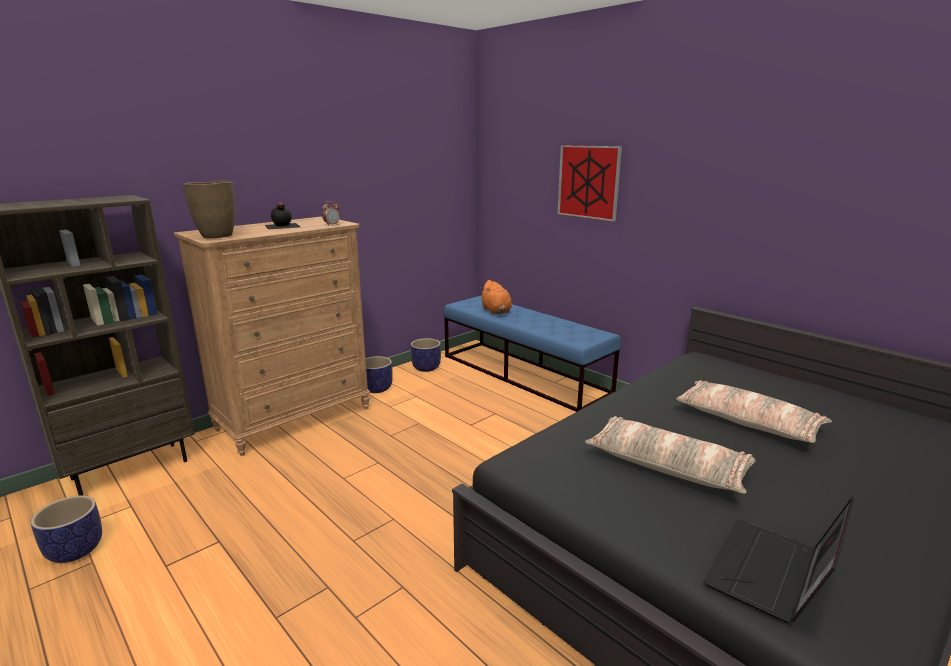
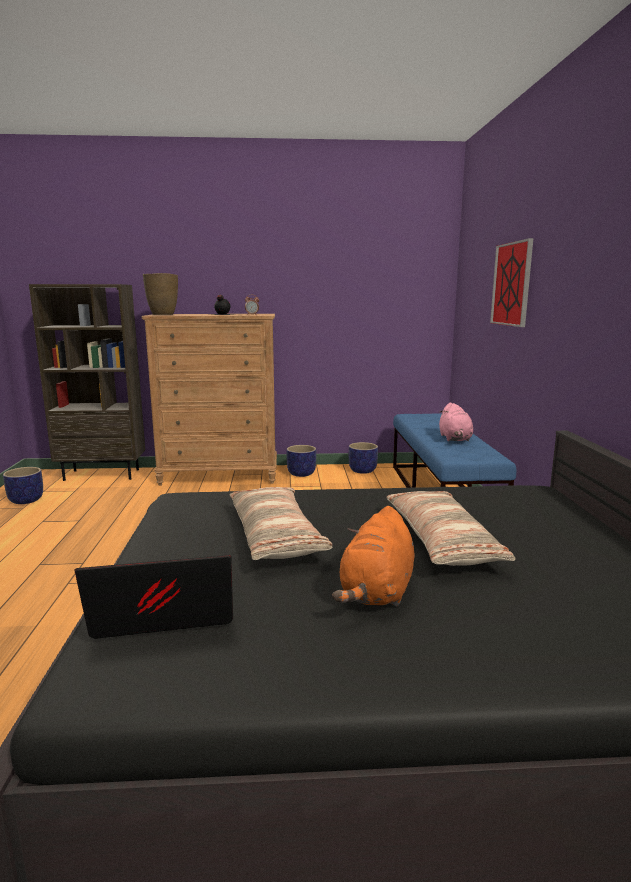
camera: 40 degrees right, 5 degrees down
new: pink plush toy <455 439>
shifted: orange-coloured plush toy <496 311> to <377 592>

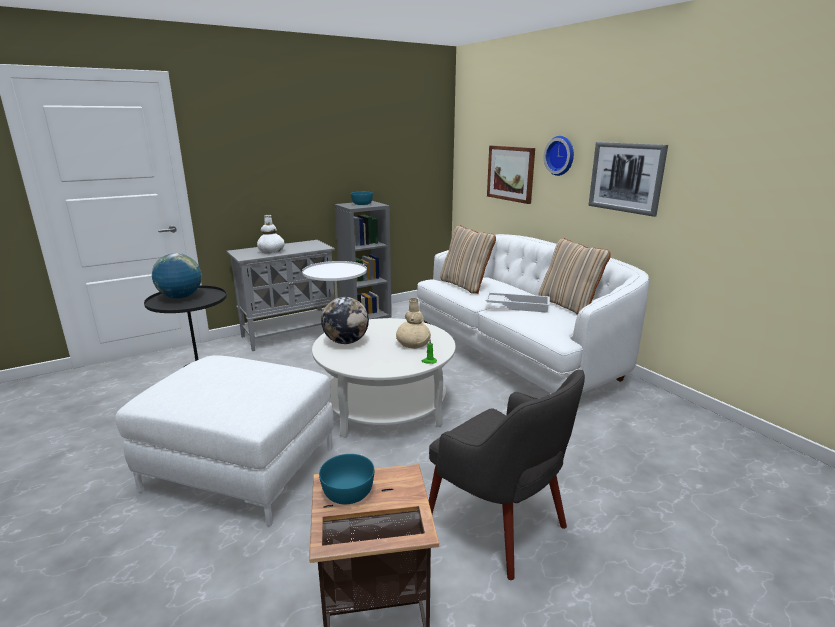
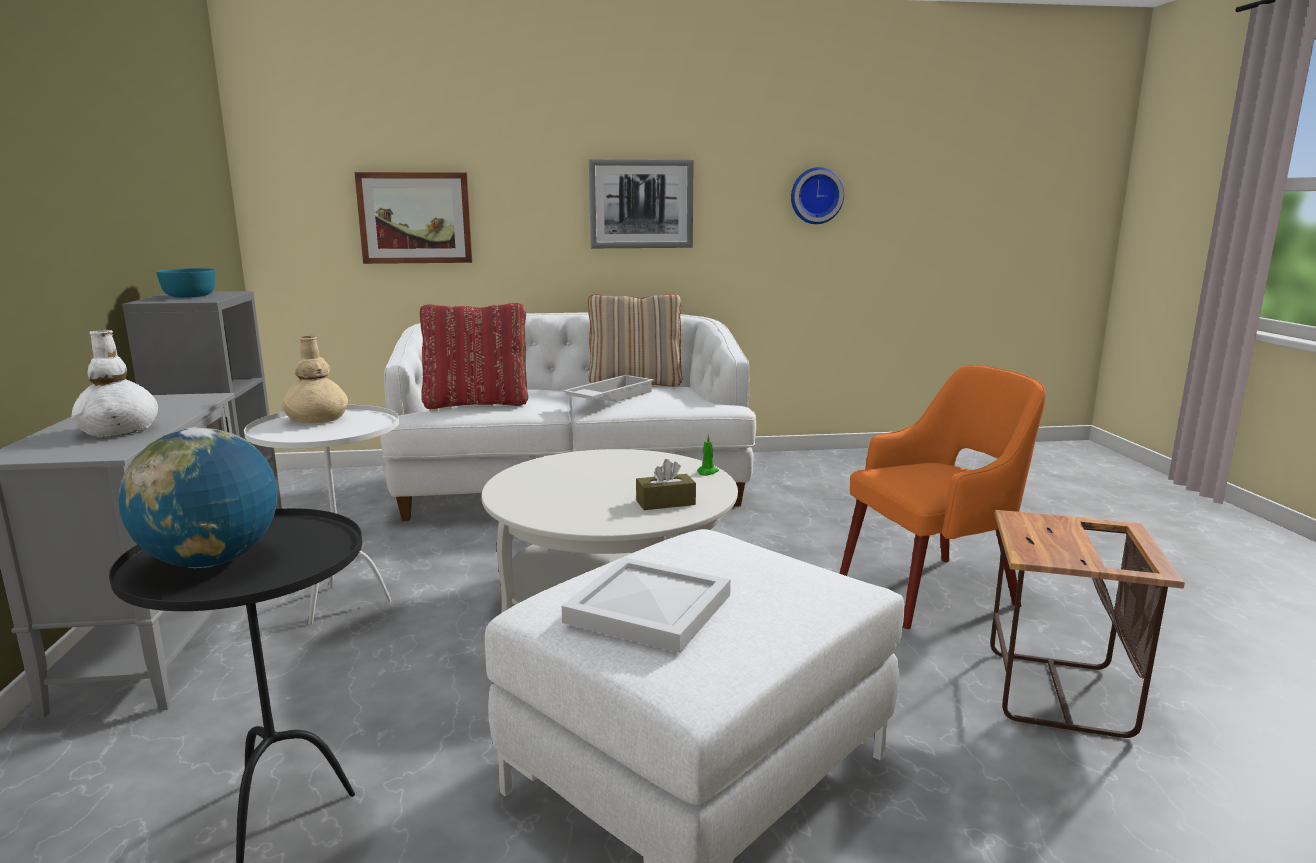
camera: 65 degrees left, 5 degrees down
gone: desk globe <346 342>; turquoise-coloured deep dish <348 493>
new: brownish box of tissues <665 502>; whitish serving tray <648 607>
shifted: wall clock <561 155> to <816 196>; beige-coloured flower vase <413 343> to <317 419>
repainted: beige-coloured throw pillow <465 285> to red-coloured throw pillow <477 403>; gray armchair <498 523> to orange-coloured armchair <930 590>

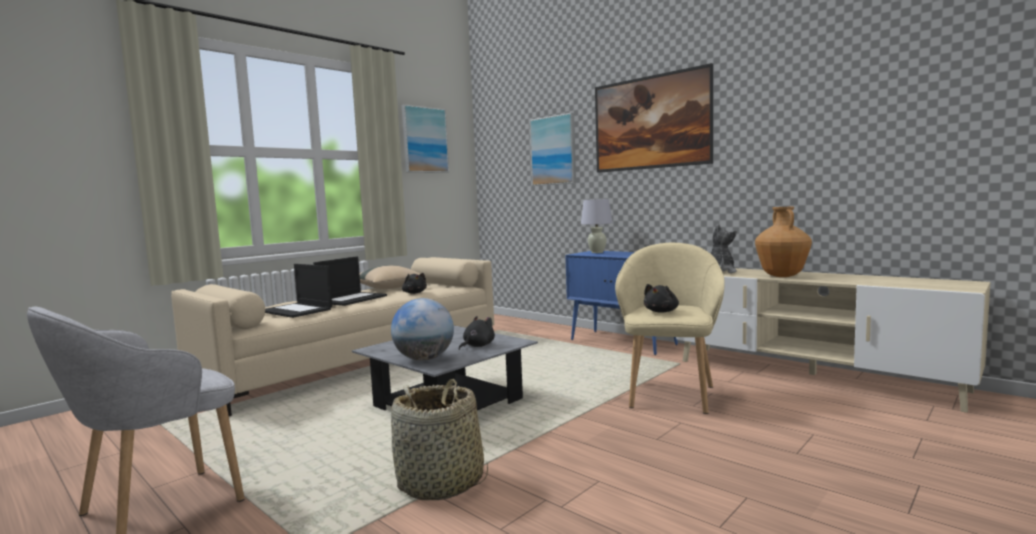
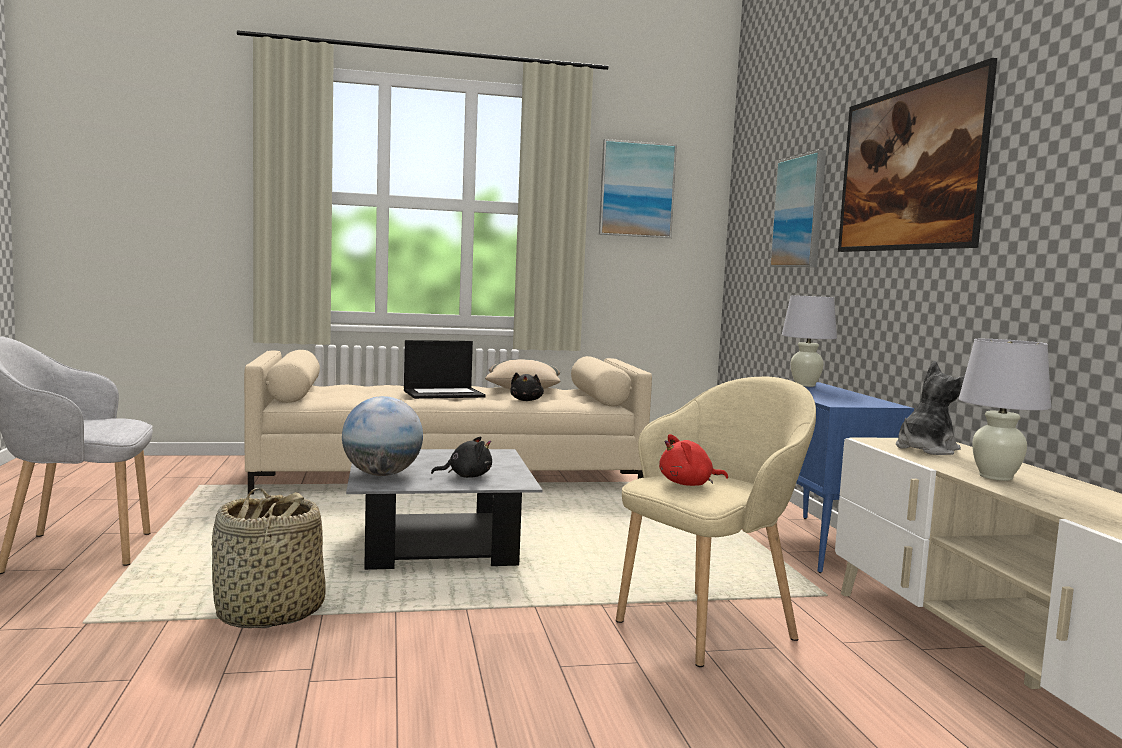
camera: 35 degrees right, 0 degrees up
gone: notebook computer <297 310>
swapped: brownish flower vase <782 276> to whitish table lamp <996 477>
repainted: black-coloured plush toy <662 311> to red-coloured plush toy <689 484>

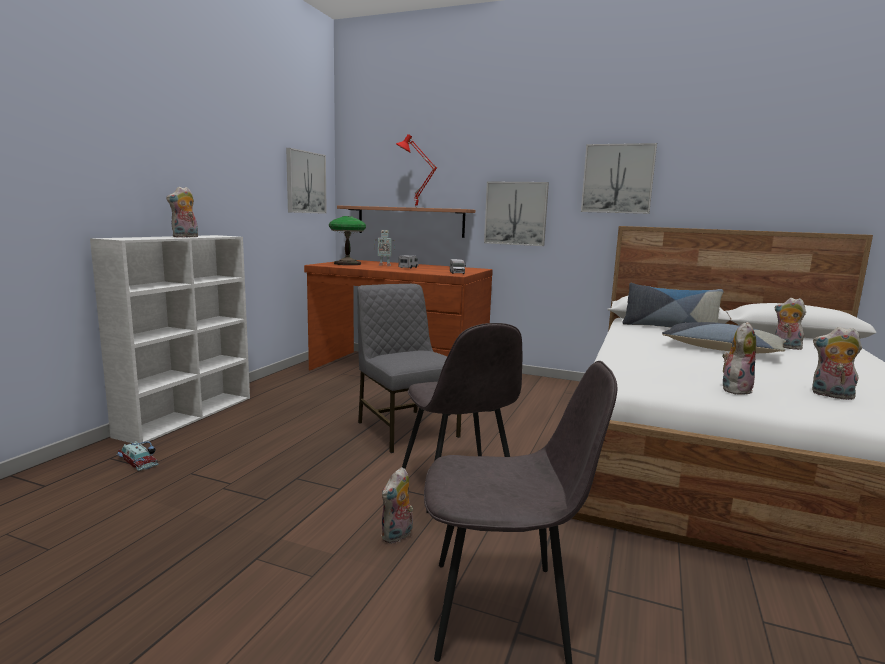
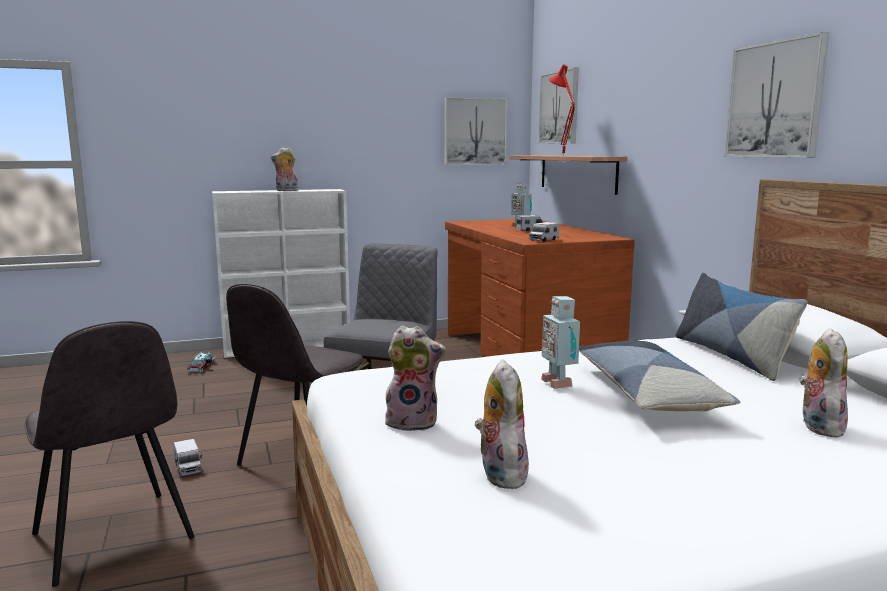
camera: 50 degrees right, 0 degrees up
gone: table lamp <347 264>
new: model robot <558 383>
shifted: wall picture <516 213> to <559 107>
swapped: plush toy <397 536> to toy lorry <188 468>

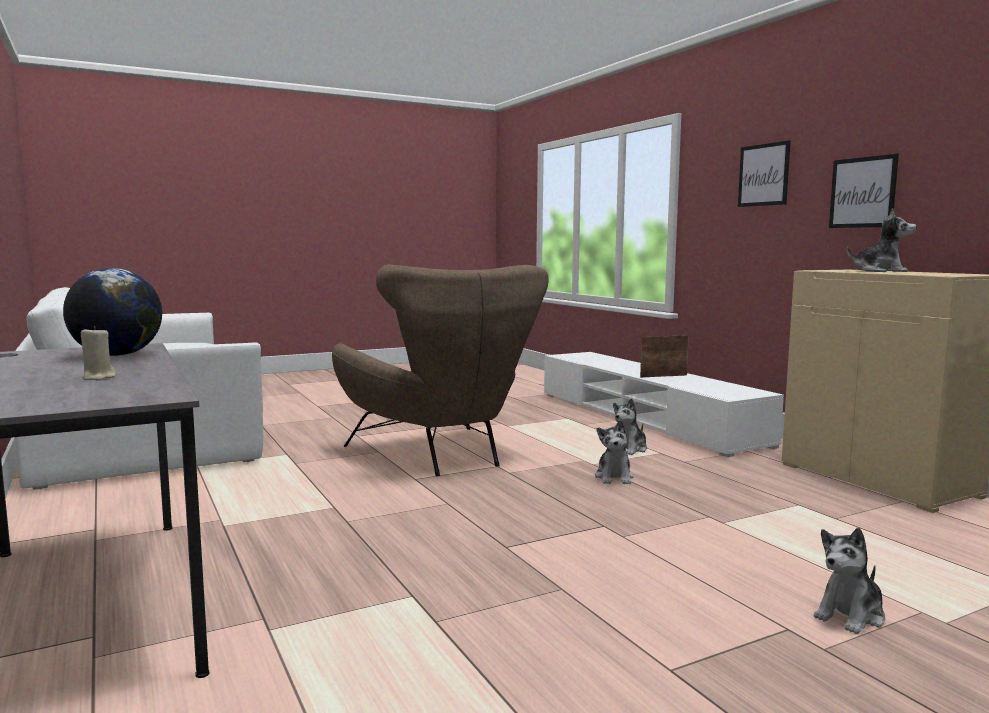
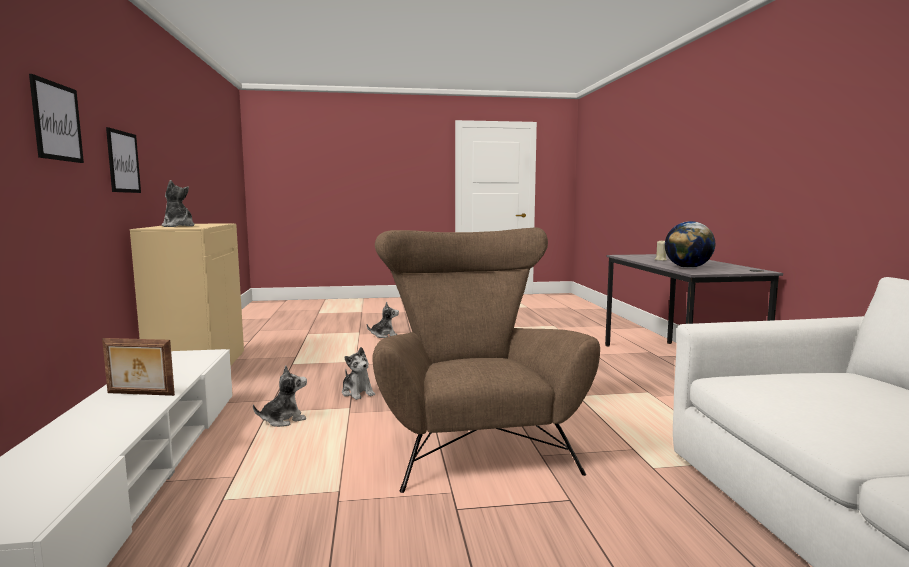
camera: 160 degrees left, 0 degrees up
rotated: plush toy <614 477> = <357 393> 120 degrees clockwise

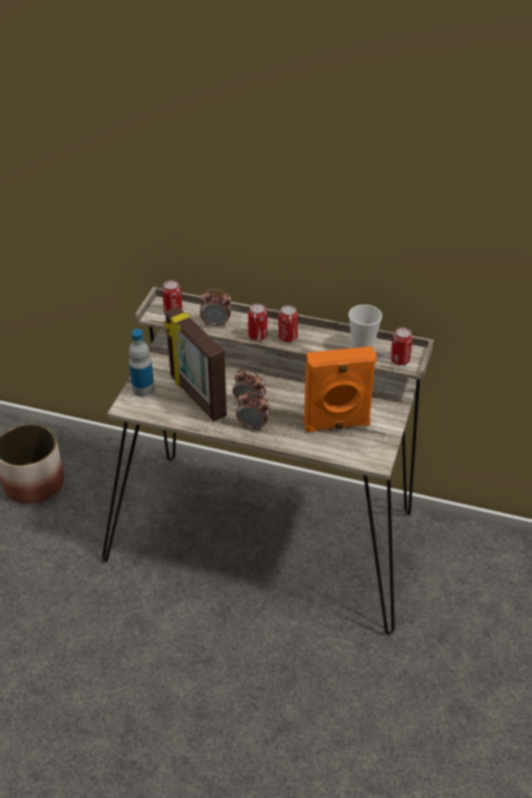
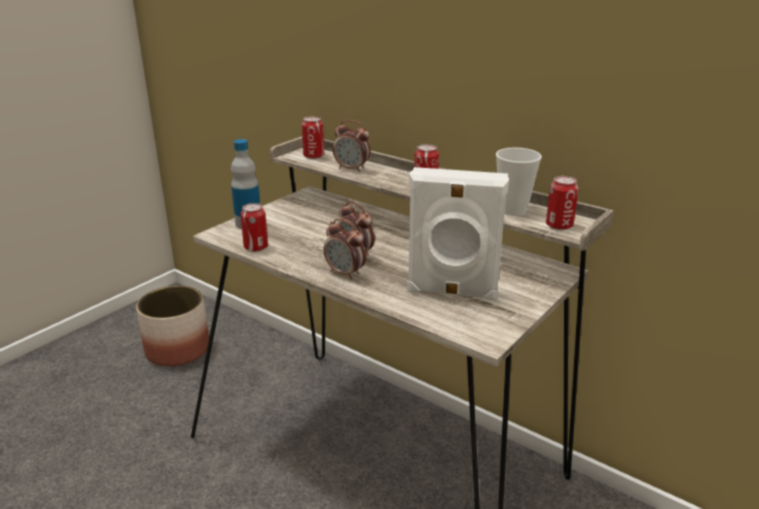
camera: 20 degrees right, 15 degrees down
gone: standing frame <196 397>
shifted: can <257 336> to <256 247>
repainted: orange-coloured speaker <337 425> to whitish speaker <452 292>

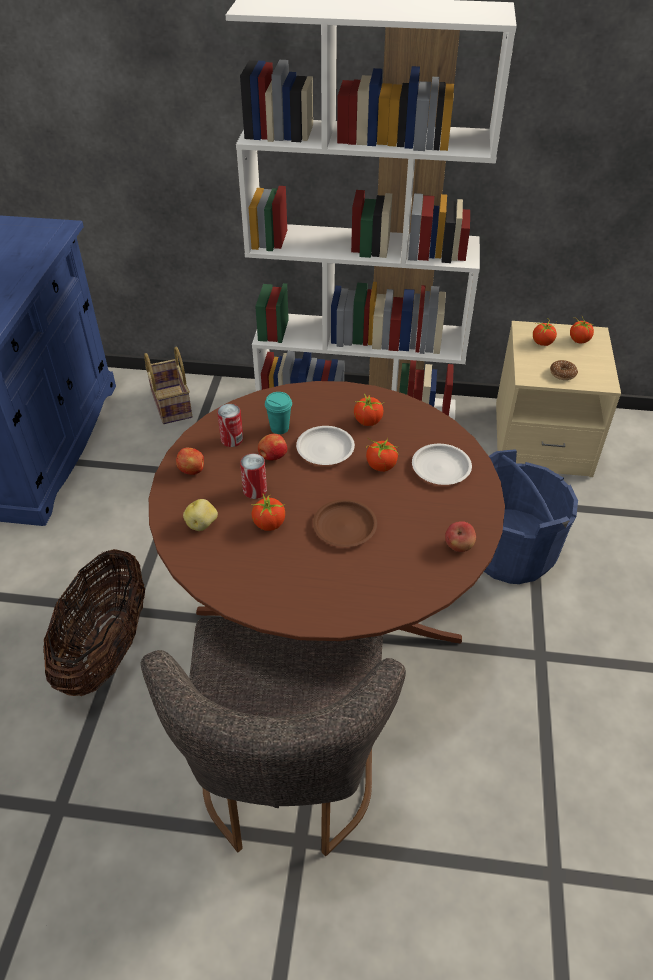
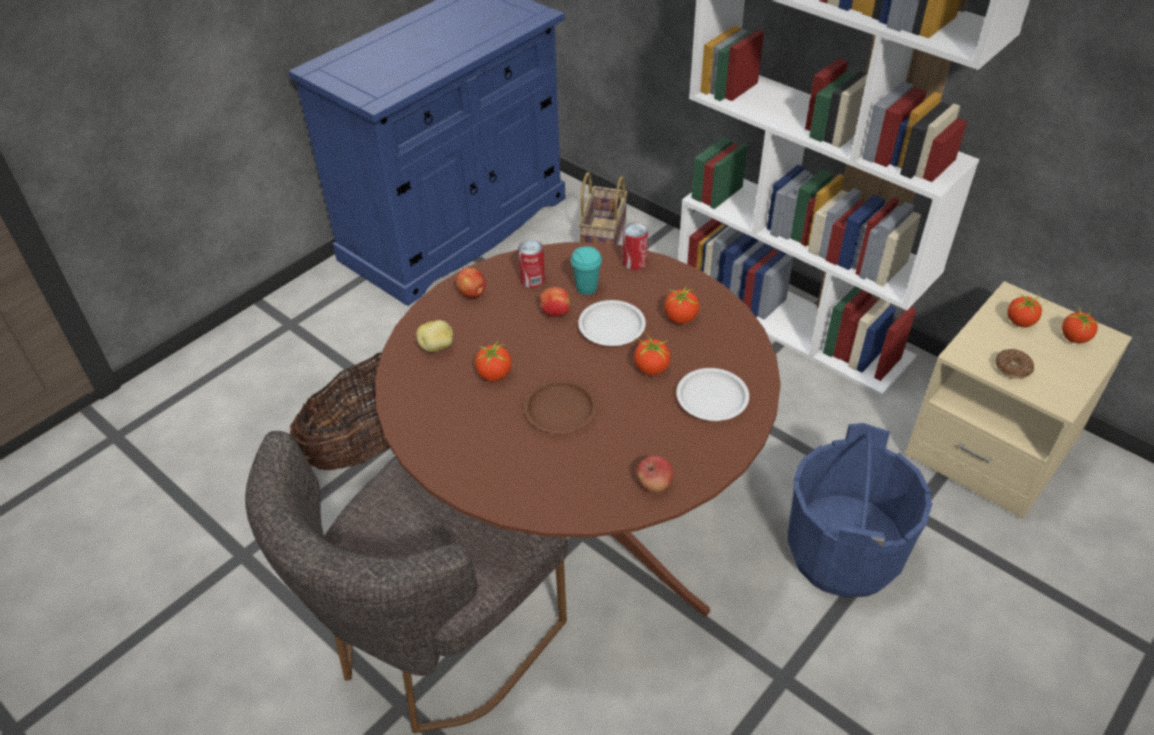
camera: 35 degrees right, 0 degrees up
shifted: can <255 490> to <634 263>

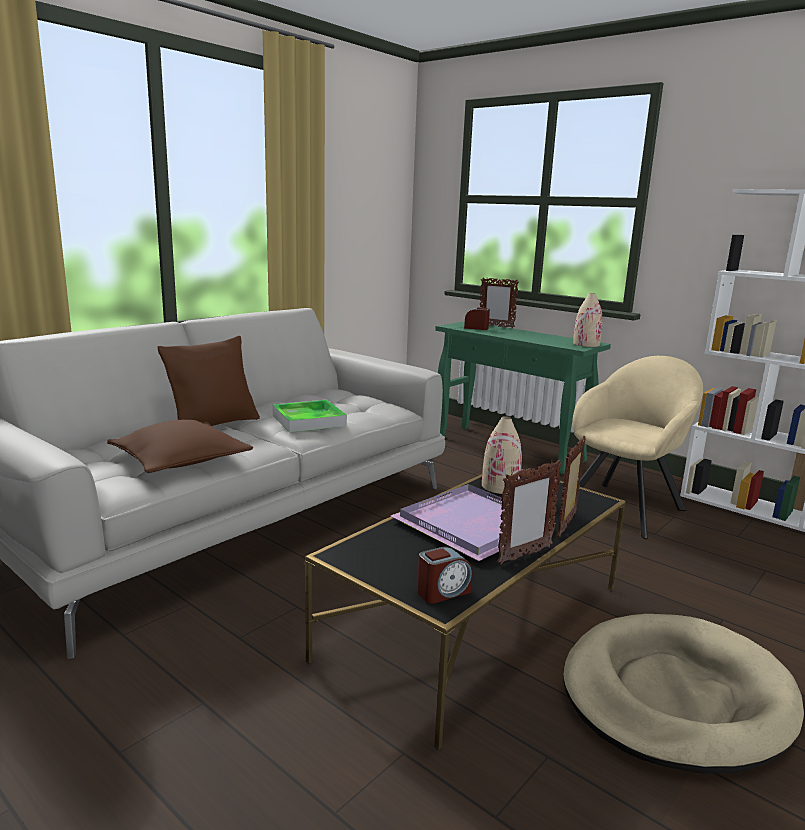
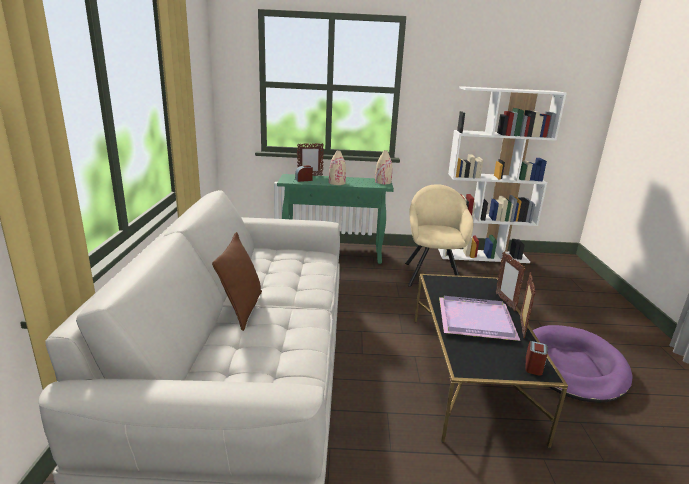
camera: 40 degrees left, 5 degrees up
gone: serving tray <309 420>; brownish throw pillow <181 460>
shifted: beige-coloured flower vase <500 486> to <337 183>
repainted: beige-coloured pet bed <675 696> to purplish pet bed <572 366>

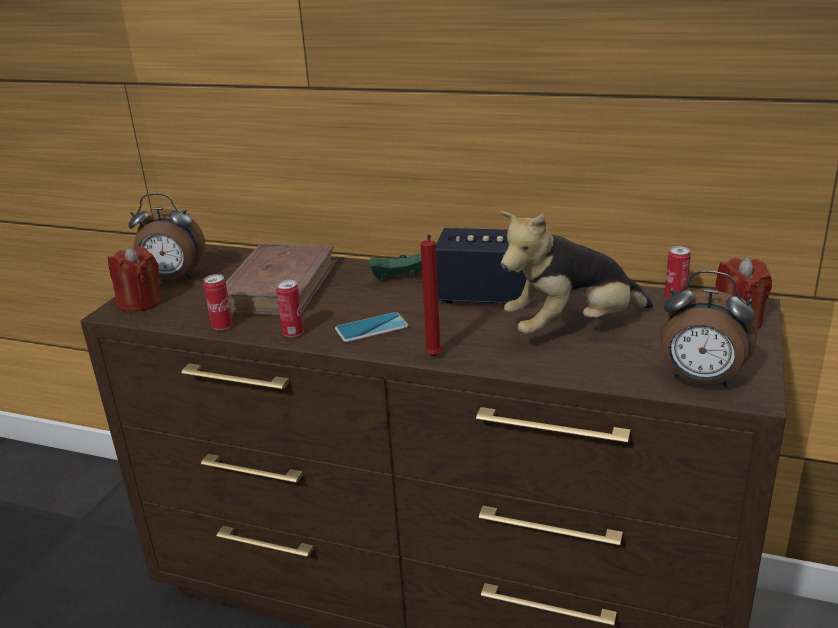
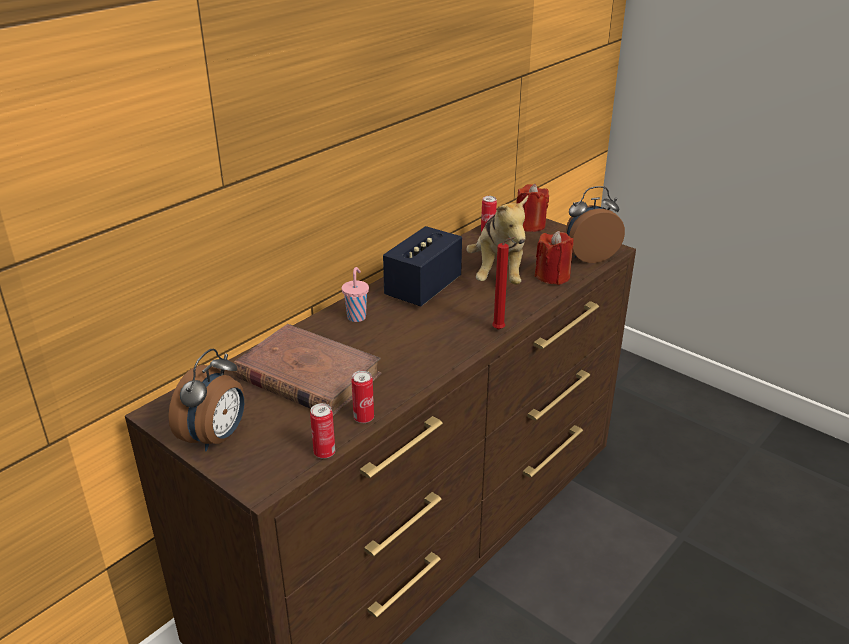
camera: 70 degrees left, 5 degrees up
gone: phone <371 328>
shifted: red-coloured candle <140 303> to <552 276>; can <293 333> to <324 453>
swapped: green-coloured gamepad <398 279> to pink small cup <357 316>
rotated: alarm clock <700 381> = <589 256> 150 degrees counterclockwise

